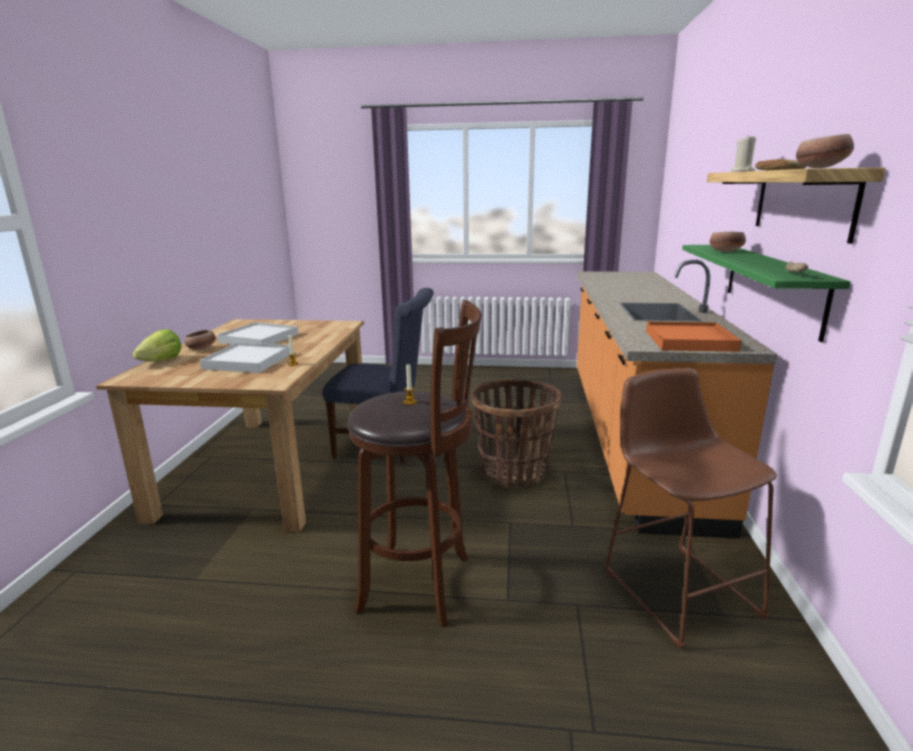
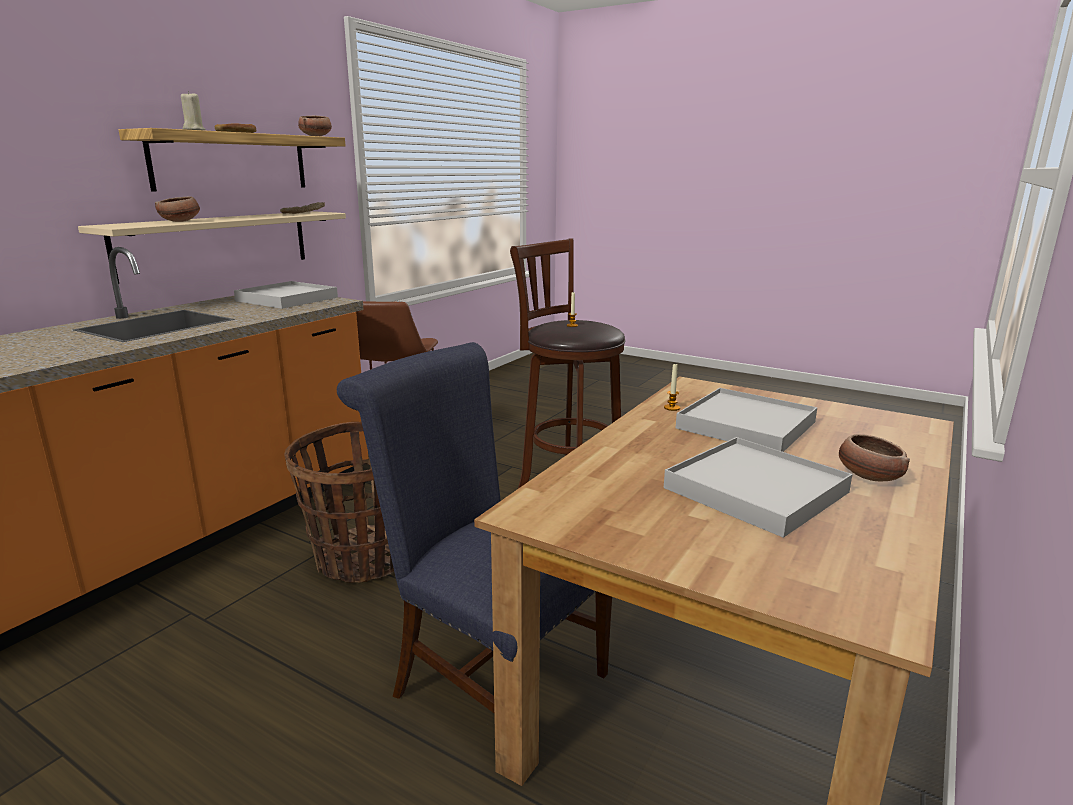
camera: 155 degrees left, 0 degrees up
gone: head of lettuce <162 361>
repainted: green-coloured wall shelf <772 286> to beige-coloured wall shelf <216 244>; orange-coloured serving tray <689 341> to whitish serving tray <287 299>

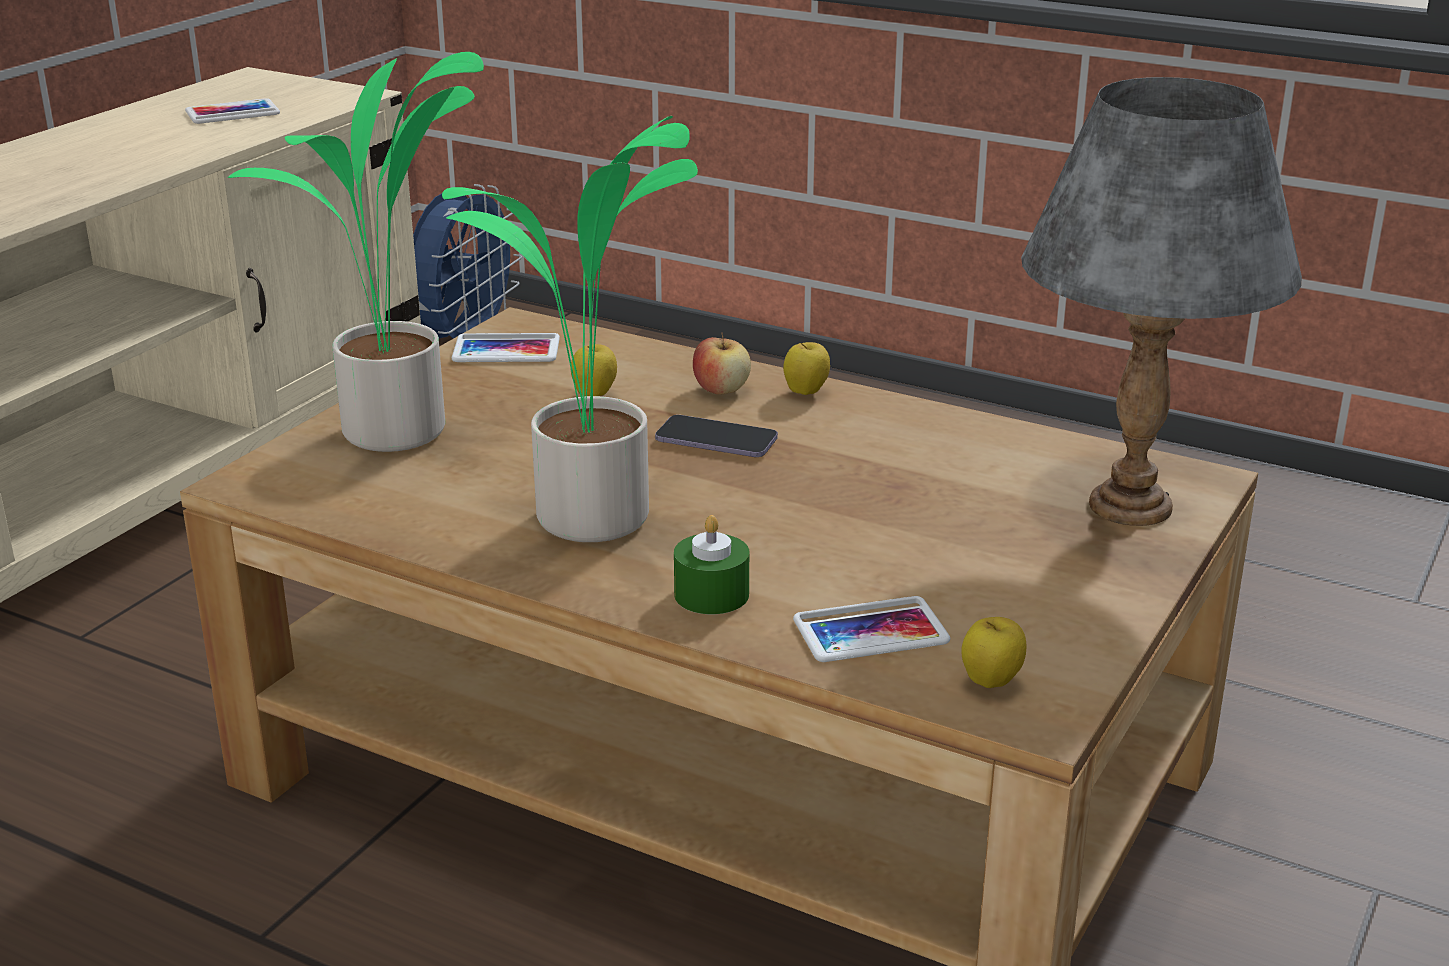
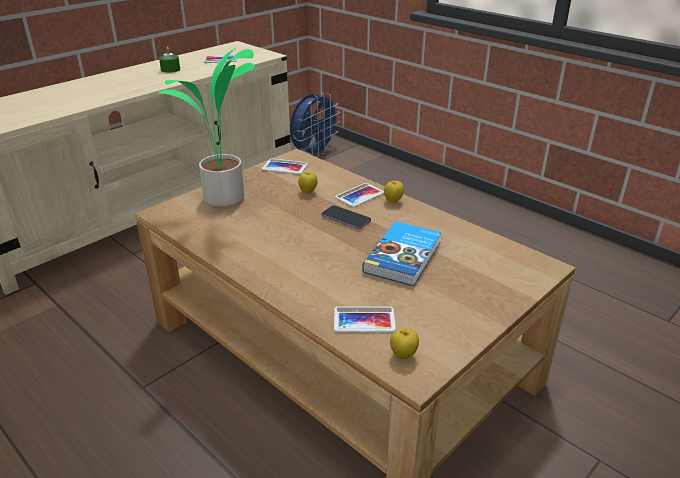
camera: 15 degrees right, 5 degrees up
gone: gray table lamp <1131 505>; houseplant <592 523>
new: bound book <404 257>
shifted: green-coloured candle <711 594> to <170 69>
swapped: apple fruit <721 389> to phone <359 195>

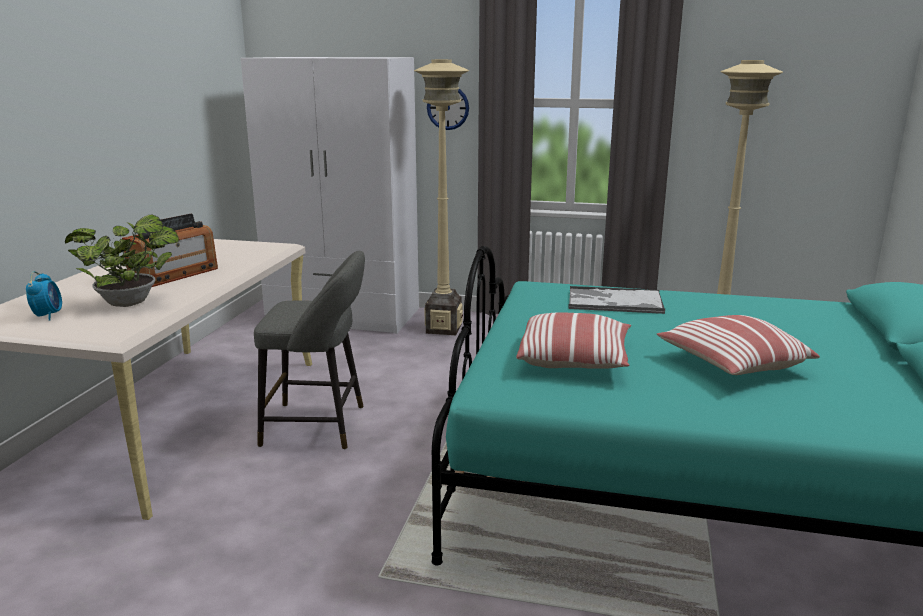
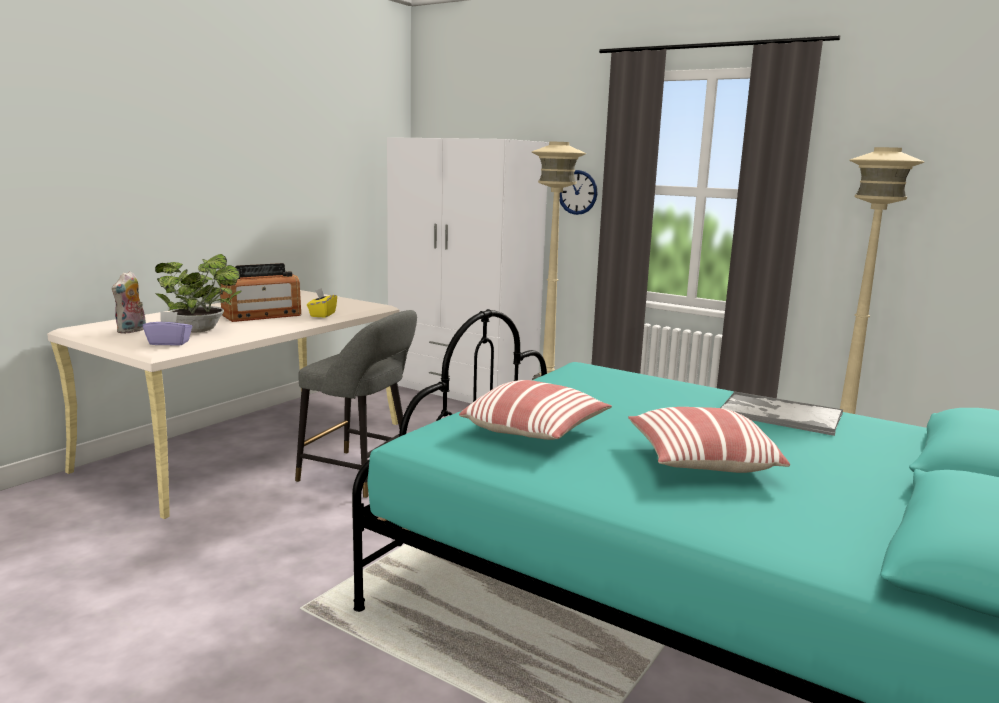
camera: 20 degrees right, 5 degrees down
new: yellow box of tissues <322 314>; purplish box of tissues <169 343>
shifted: serving tray <614 301> to <778 414>
swapped: alarm clock <48 315> to plush toy <132 331>

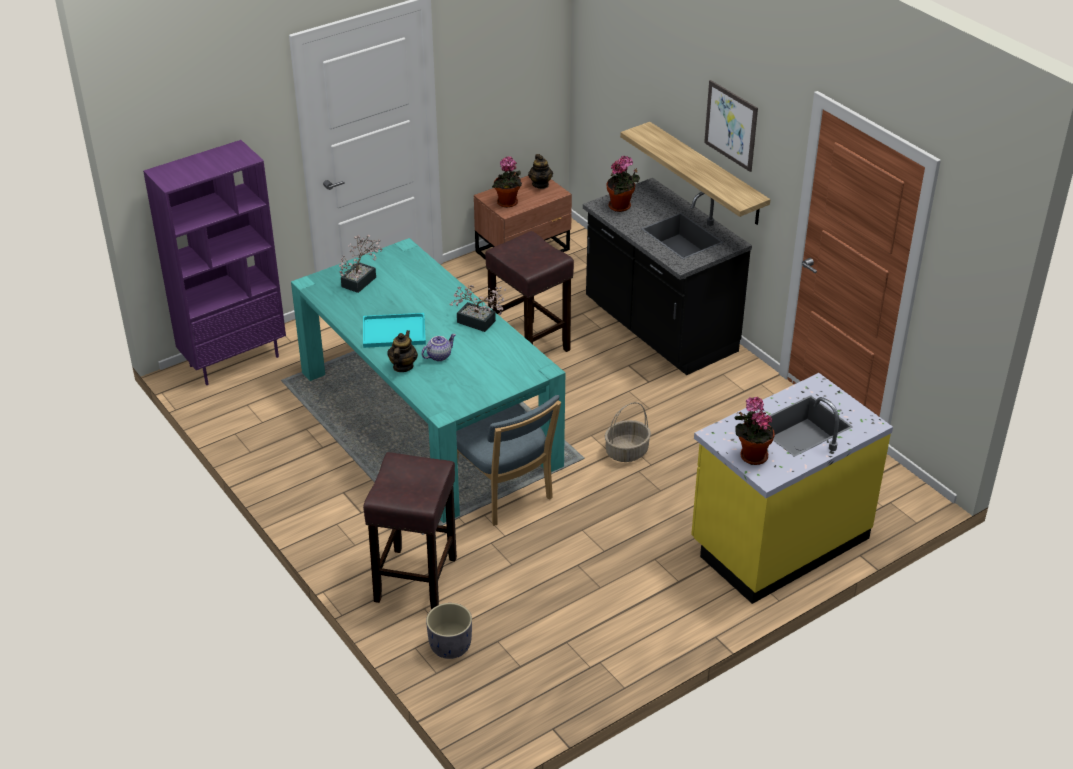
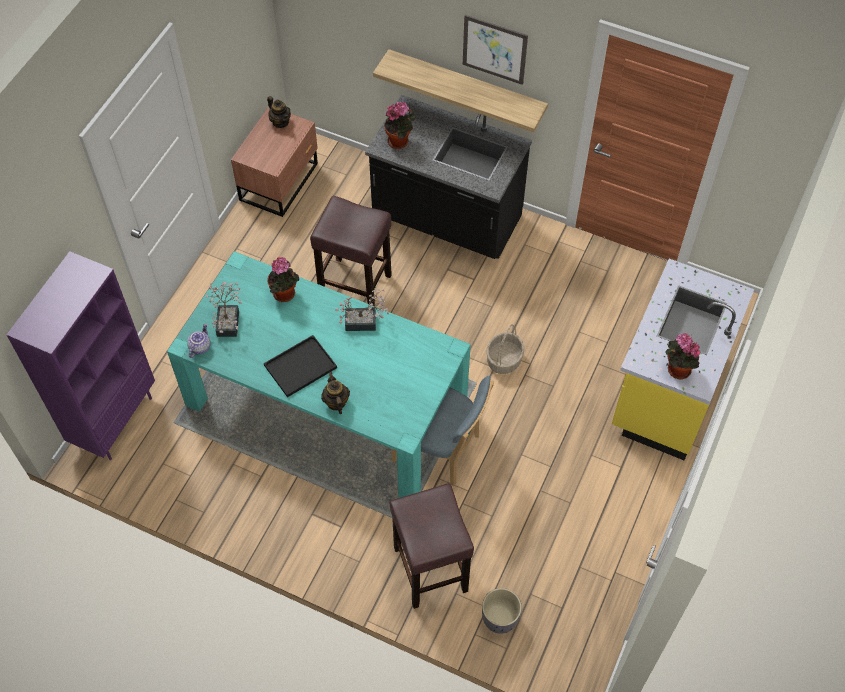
camera: 30 degrees left, 20 degrees up
shifted: houseplant <508 203> to <285 294>; pot for tea <439 356> to <199 347>
repainted: turquoise-coloured serving tray <392 332> to black-coloured serving tray <299 368>

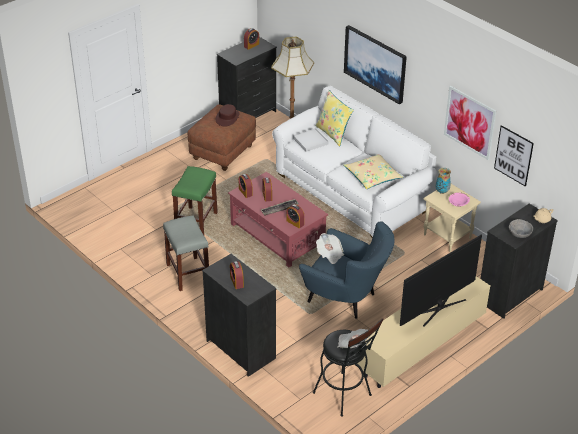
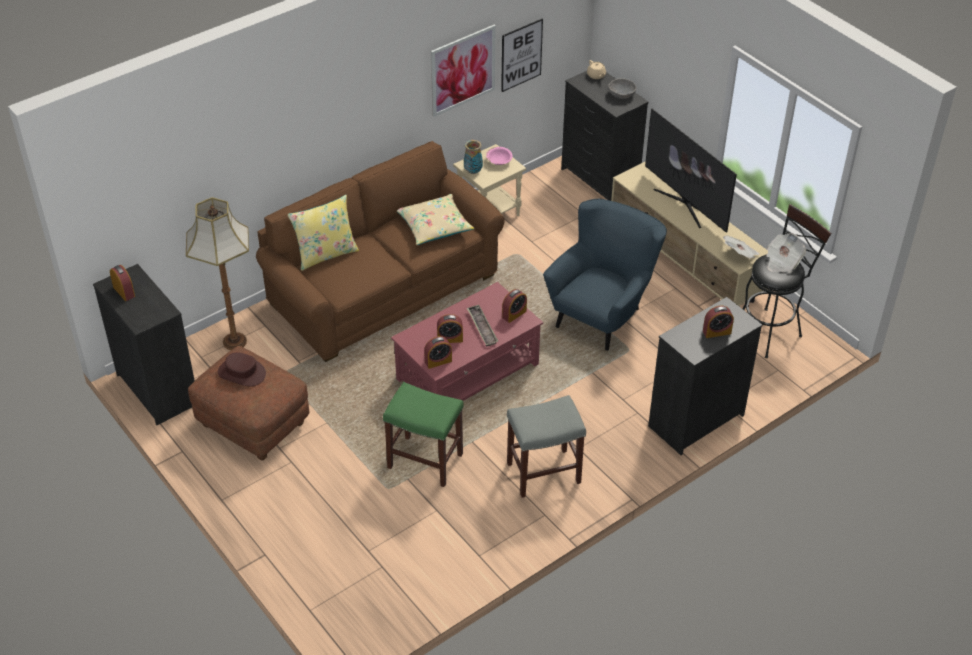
camera: 85 degrees left, 5 degrees up
gone: wall picture <375 63>; whitish serving tray <310 141>
shifted: newspaper <329 254> to <740 255>
repainted: whitish sofa <351 192> to brownish sofa <383 289>

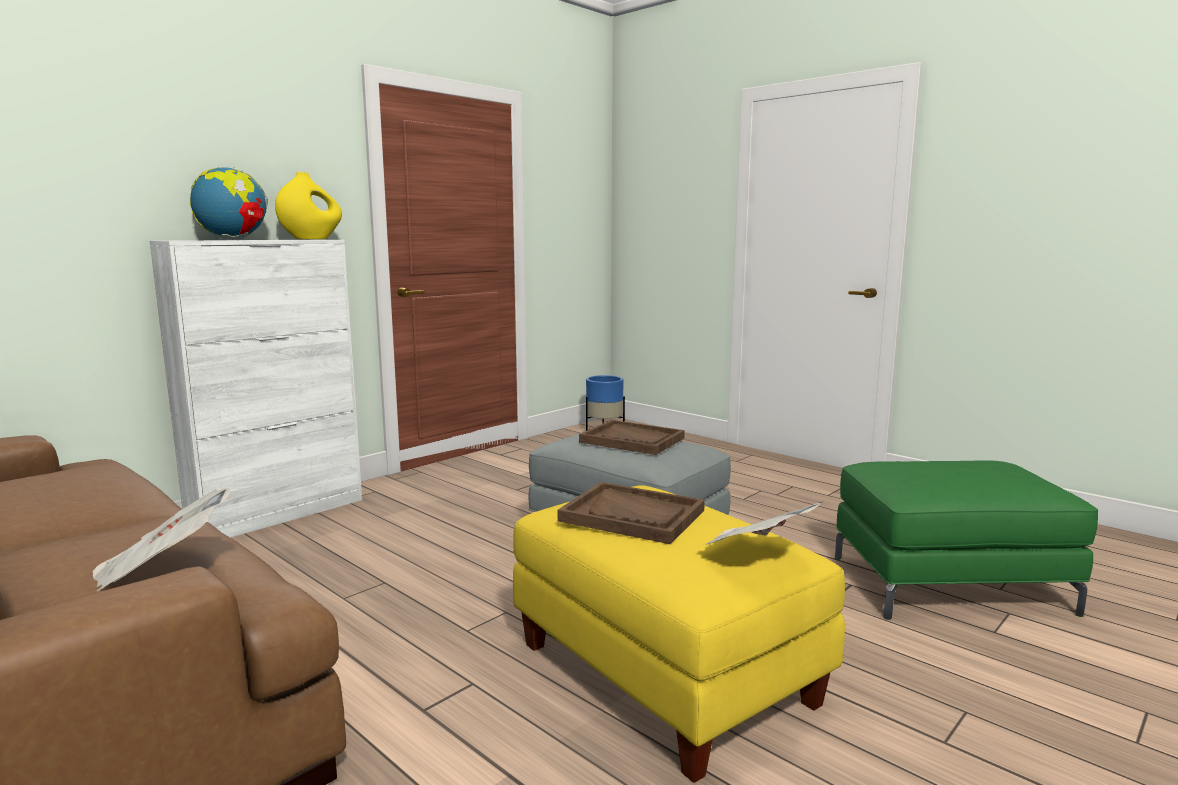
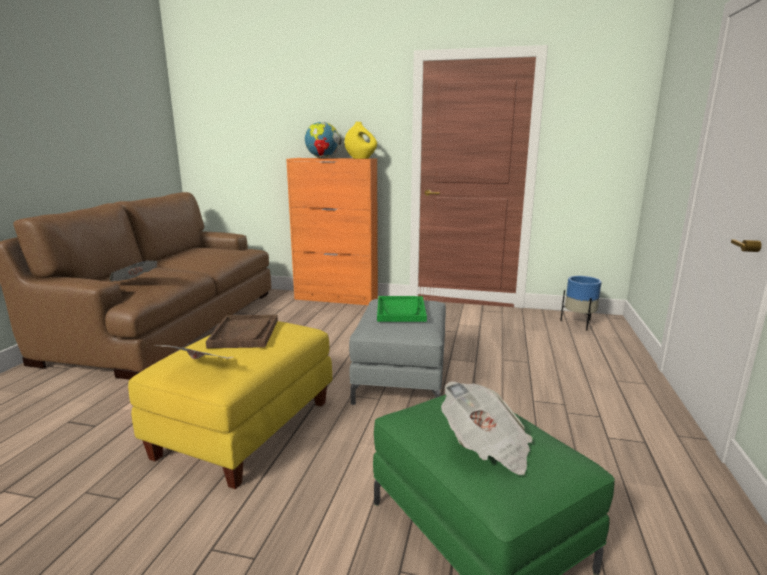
camera: 60 degrees right, 5 degrees up
new: newspaper <486 447>
repainted: whitish cabinet <279 514> to orange-coloured cabinet <336 298>; brownish serving tray <632 440> to green-coloured serving tray <401 311>

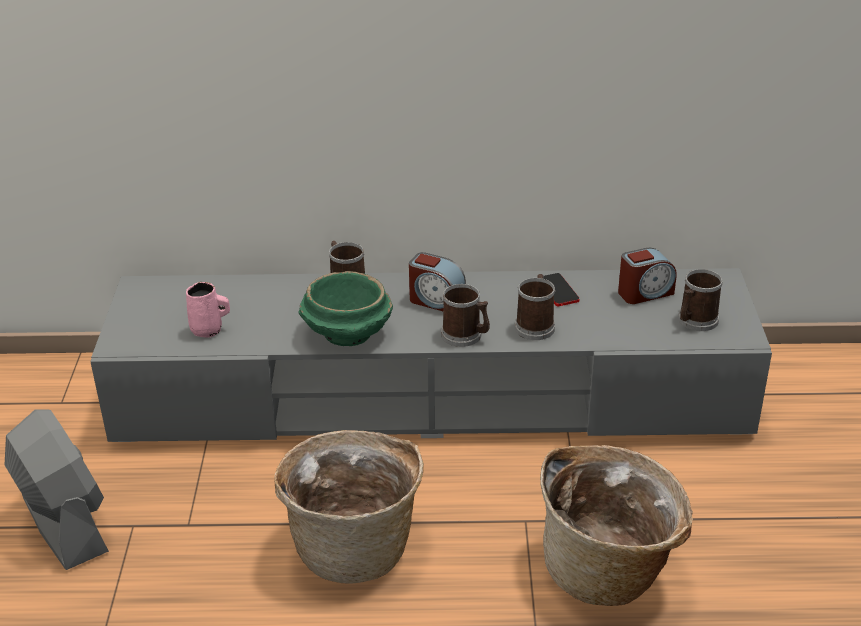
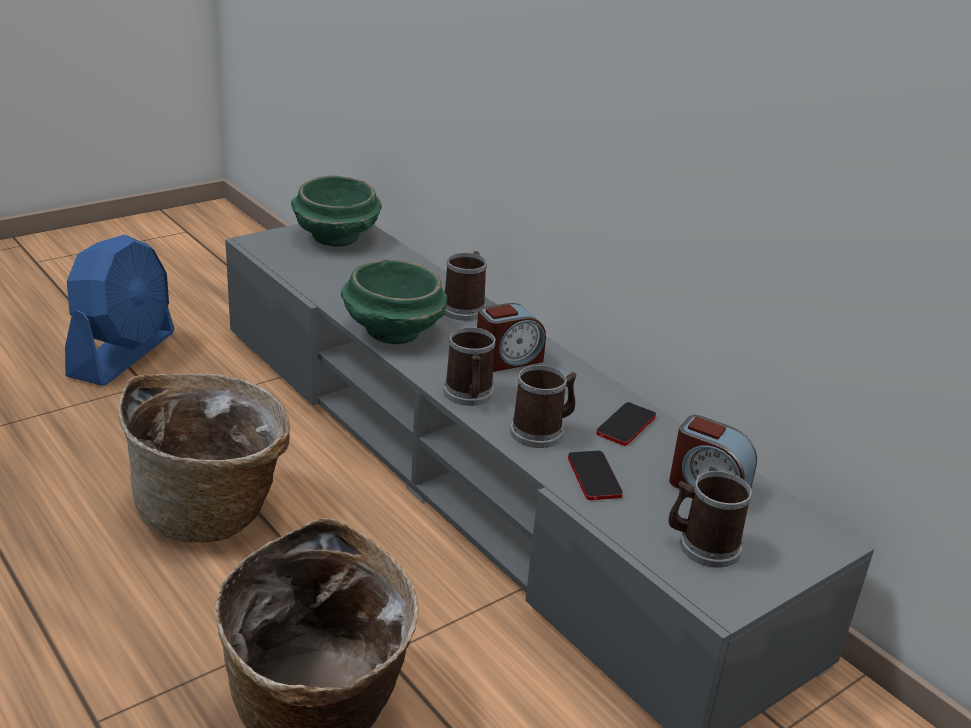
camera: 50 degrees right, 5 degrees down
gone: pink coffee mug <208 330>
new: green-coloured deep dish <337 237>; phone <594 476>
repainted: gray cooling fan <64 522> to blue cooling fan <123 354>
rotated: alarm clock <436 301> = <507 359> 105 degrees counterclockwise

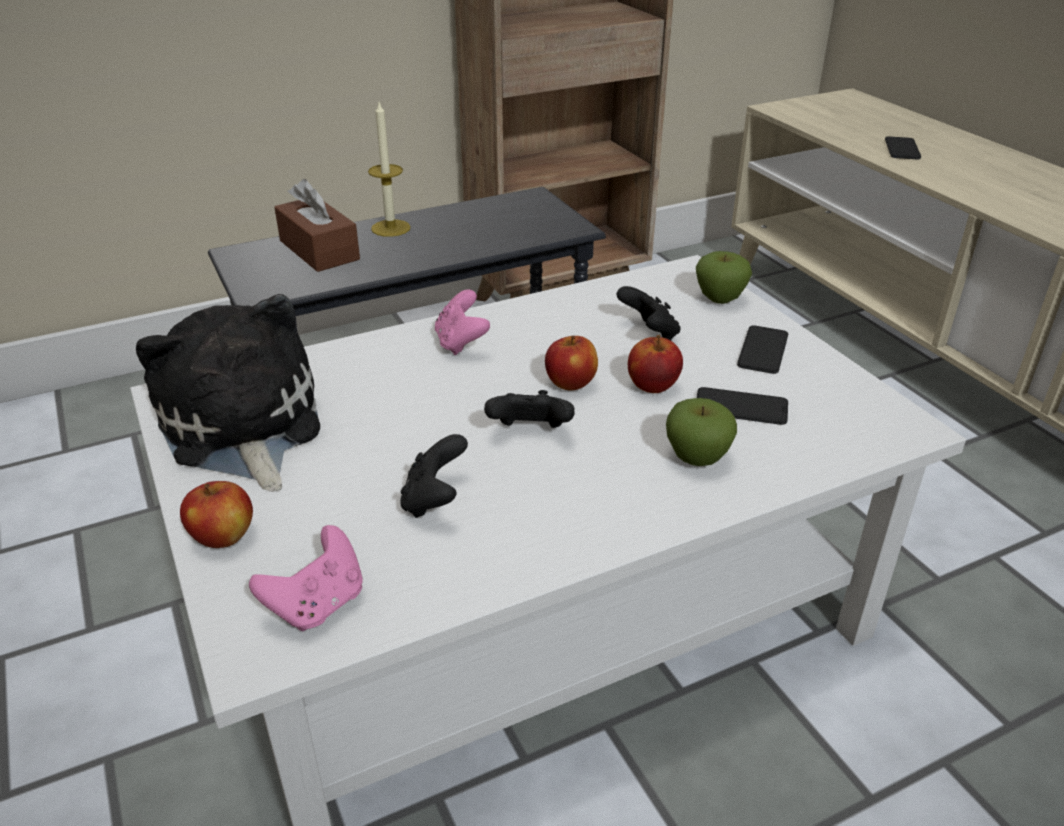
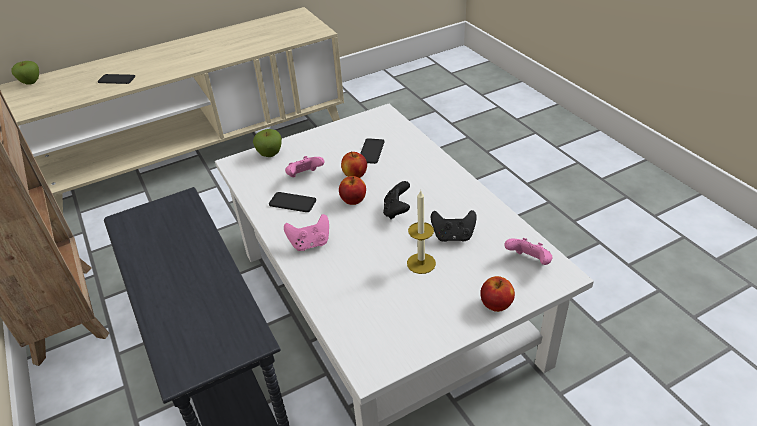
camera: 90 degrees left, 5 degrees up
gone: brownish box of tissues <319 250>; plush toy <242 428>
shifted: candle <390 228> to <421 263>; phone <763 350> to <292 202>; apple fruit <697 458> to <31 82>
repainted: black-coloured gamepad <649 334> to pink gamepad <305 176>

